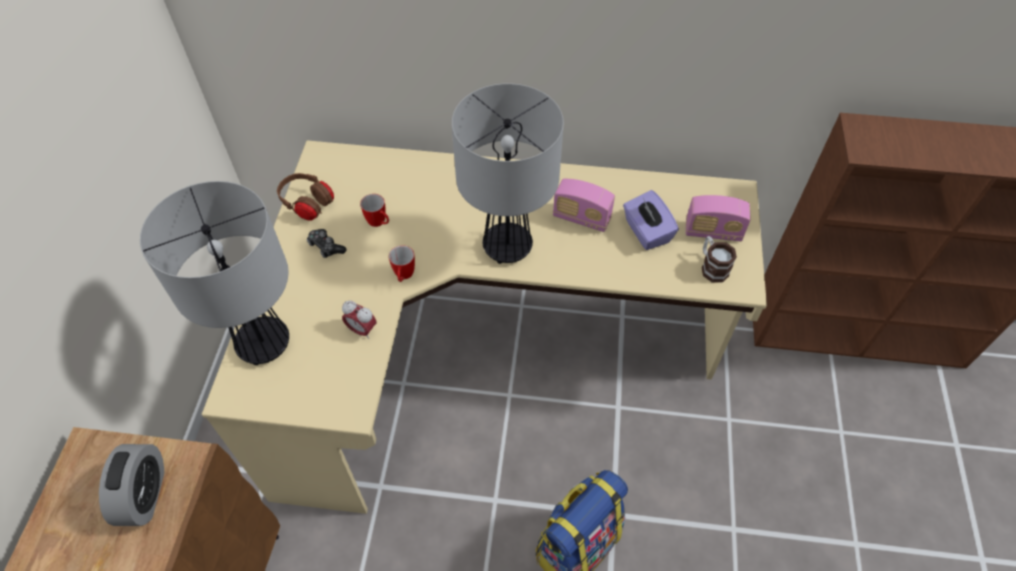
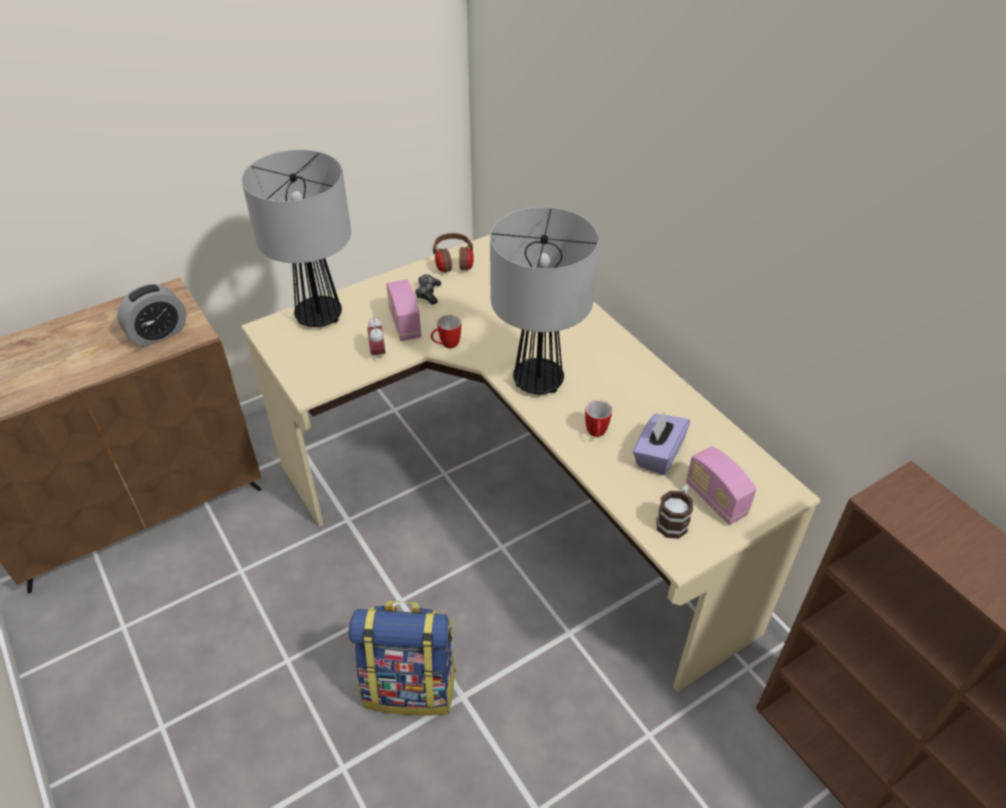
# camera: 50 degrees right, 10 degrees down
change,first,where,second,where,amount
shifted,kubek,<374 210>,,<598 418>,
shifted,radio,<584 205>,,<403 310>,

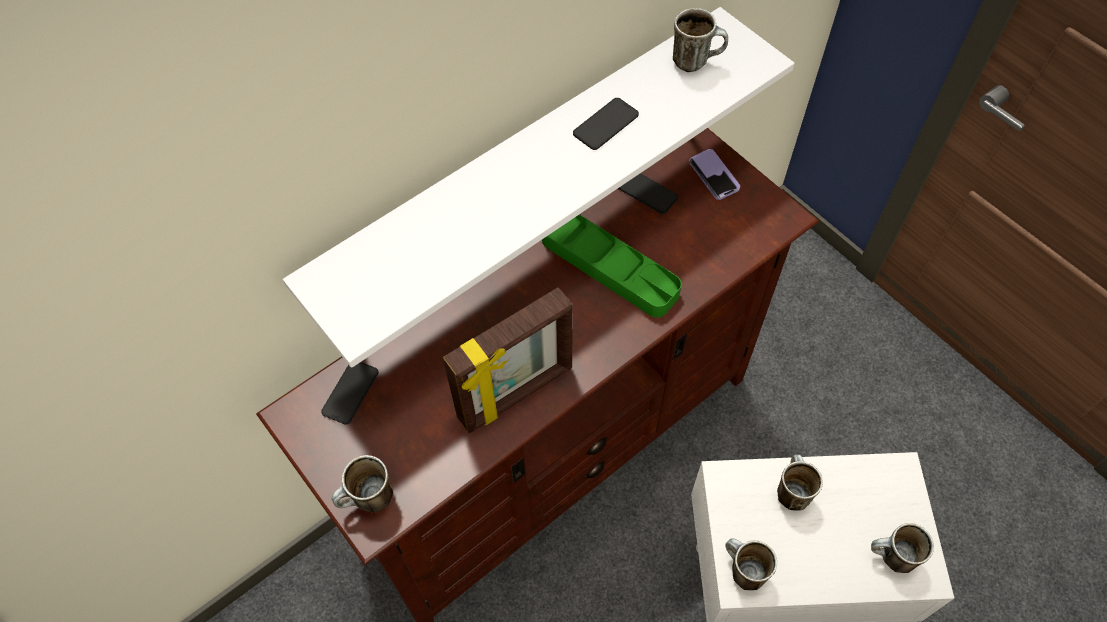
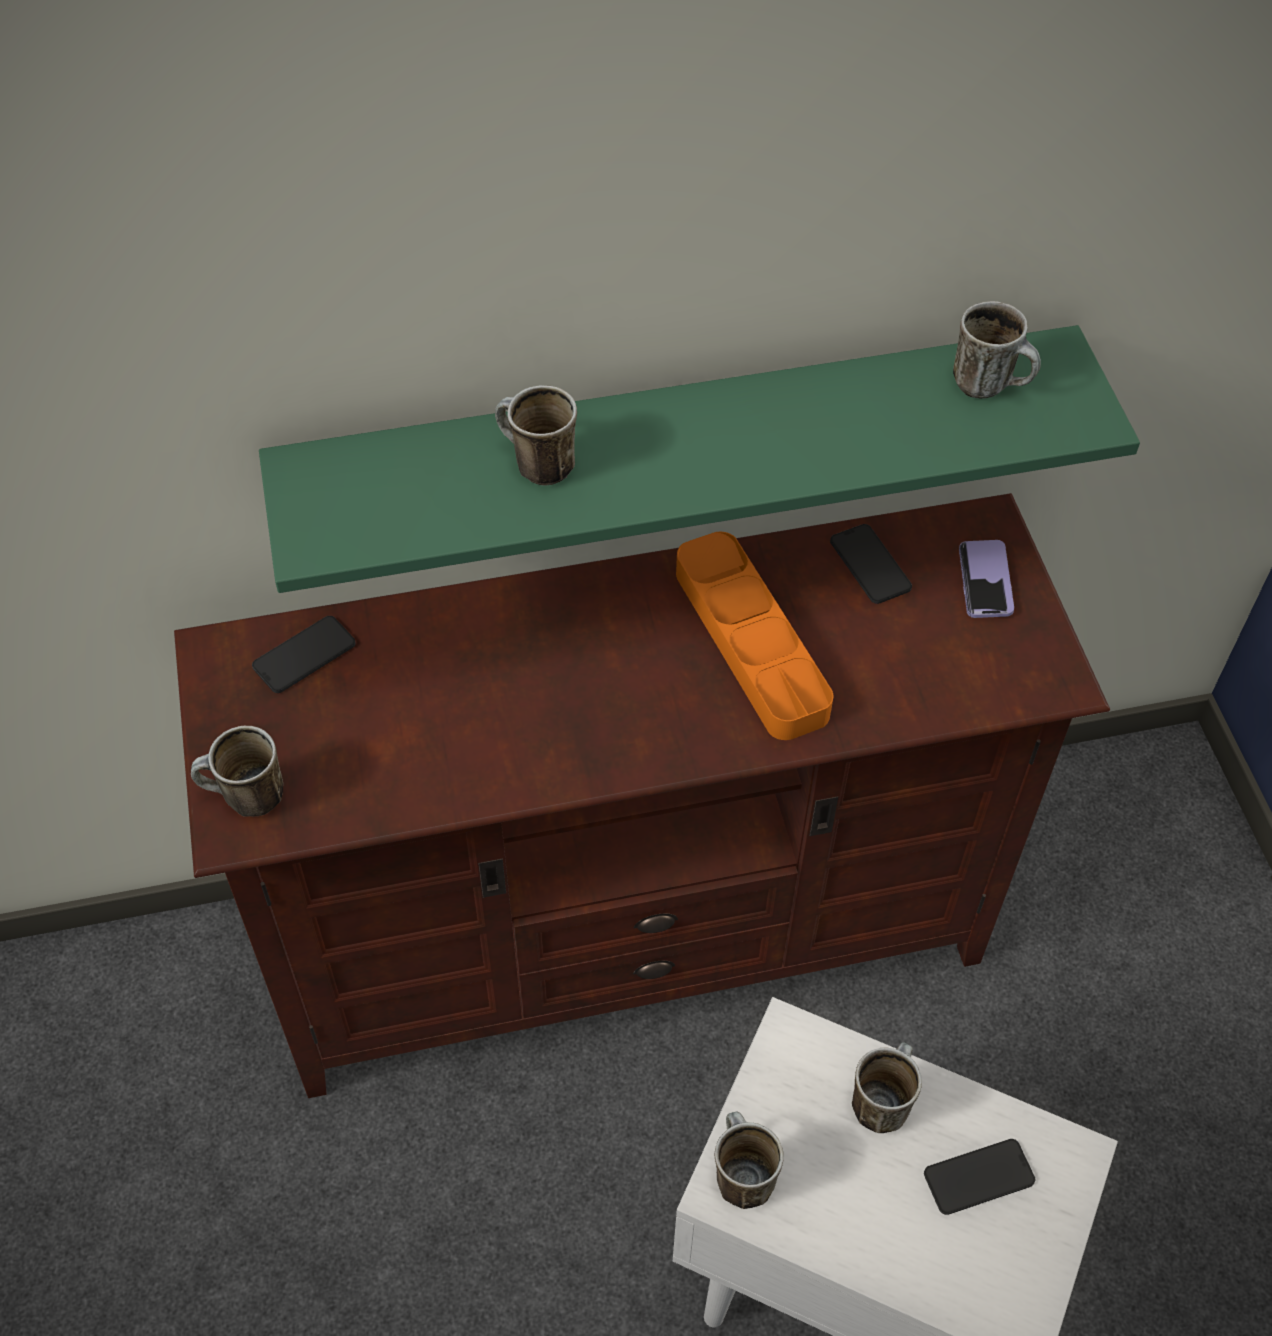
# camera: 25 degrees right, 5 degrees down
change,first,where,second,where,amount
repainted,półka/biały,<539 187>,półka/zielony,<699 459>,
gone,ramka na zdjęcie,<508 360>,,,
repainted,taca/zielony,<611 265>,taca/pomarańczowy,<754 636>,
shifted,telefon,<606 124>,,<979 1177>,
shifted,kubek,<902 548>,,<536 435>,

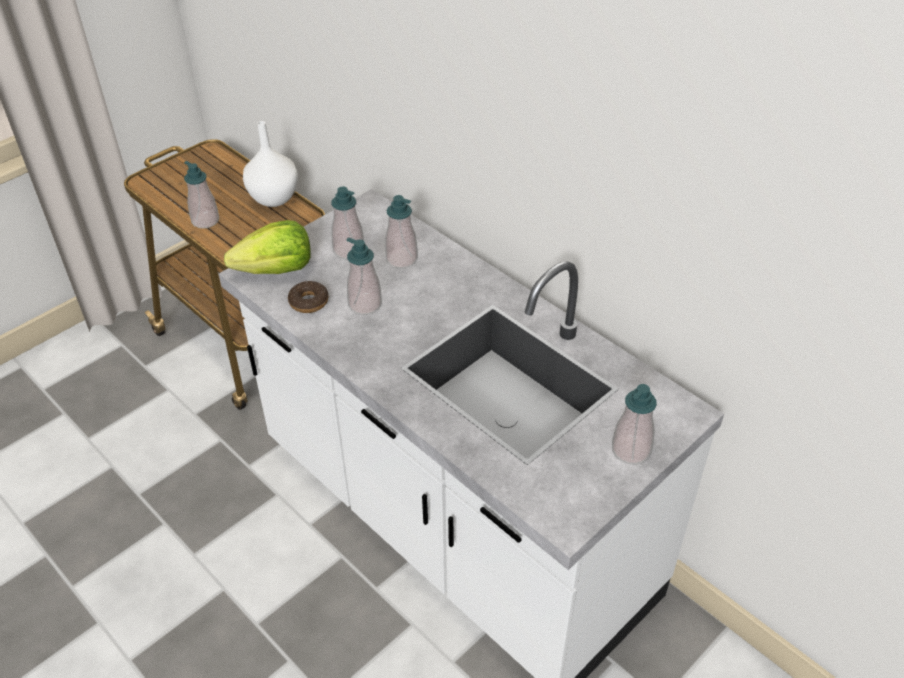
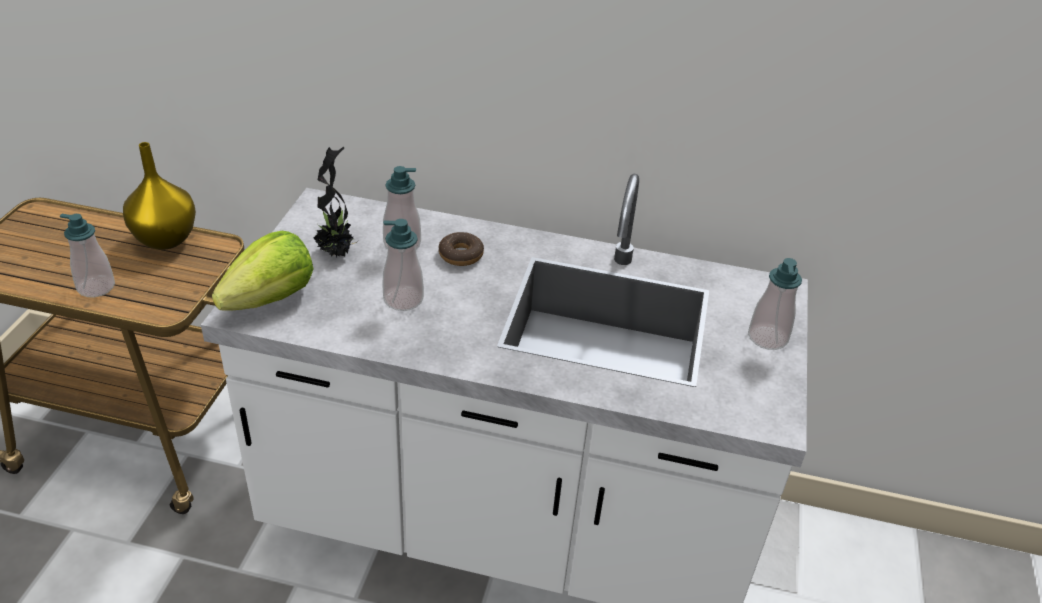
# camera: 35 degrees left, 5 degrees down
change,first,where,second,where,amount
repainted,wazon/biały,<270 164>,wazon/żółty,<159 196>,
shifted,donut,<308 297>,,<461 249>,
swapped,dozownik mydła,<347 223>,roślina doniczkowa,<335 202>,

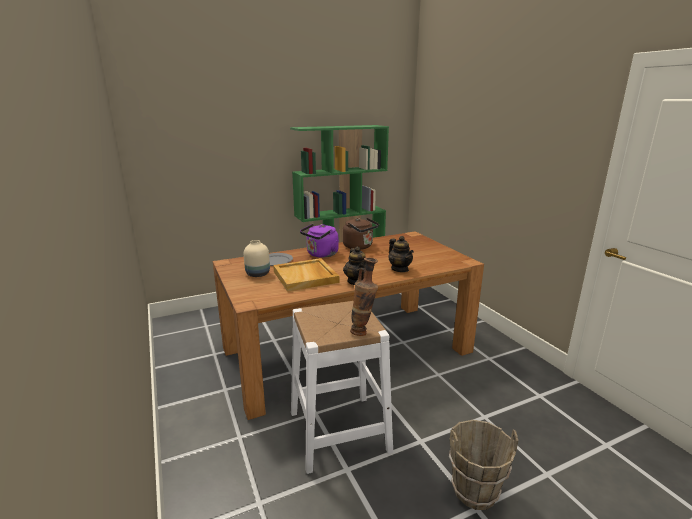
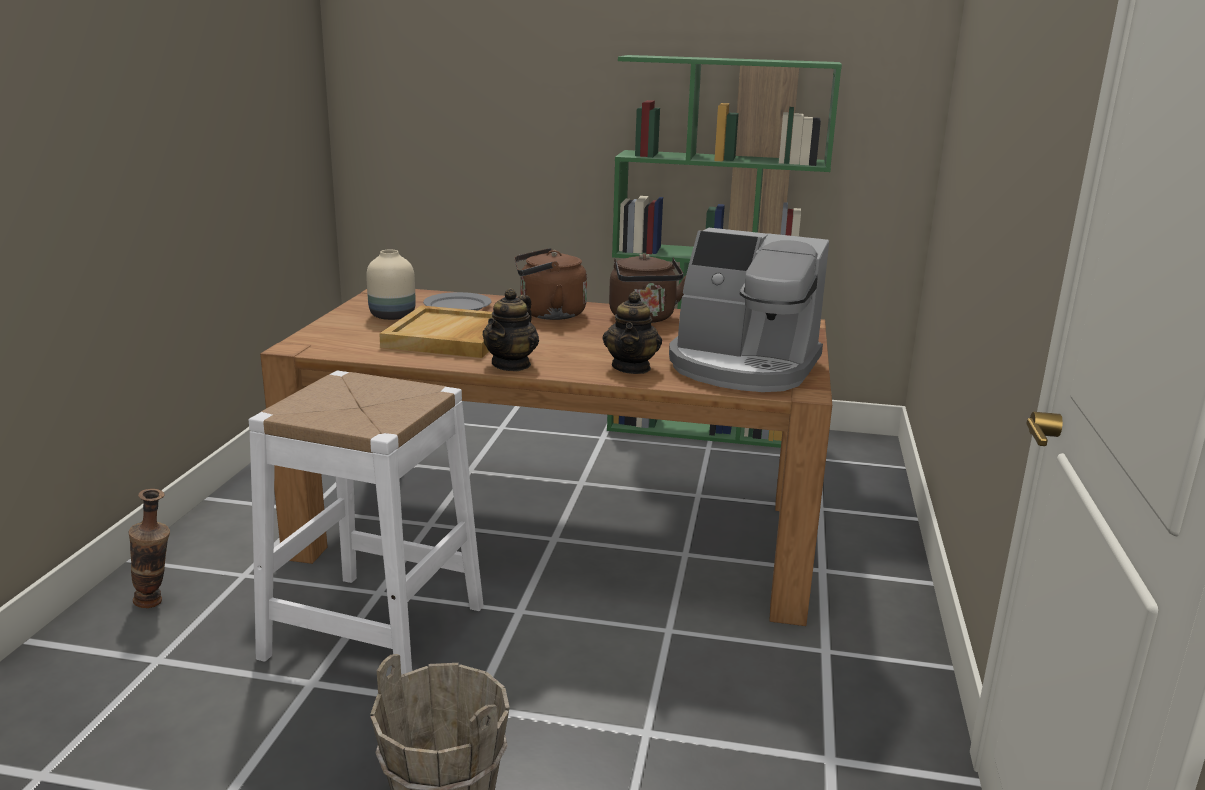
# camera: 35 degrees right, 0 degrees up
change,first,where,second,where,amount
repainted,czajnik/fioletowy,<319 241>,czajnik/brązowy,<550 284>,
shifted,wazon,<364 297>,,<149 548>,
new,,,ekspres do kawy,<749 310>,

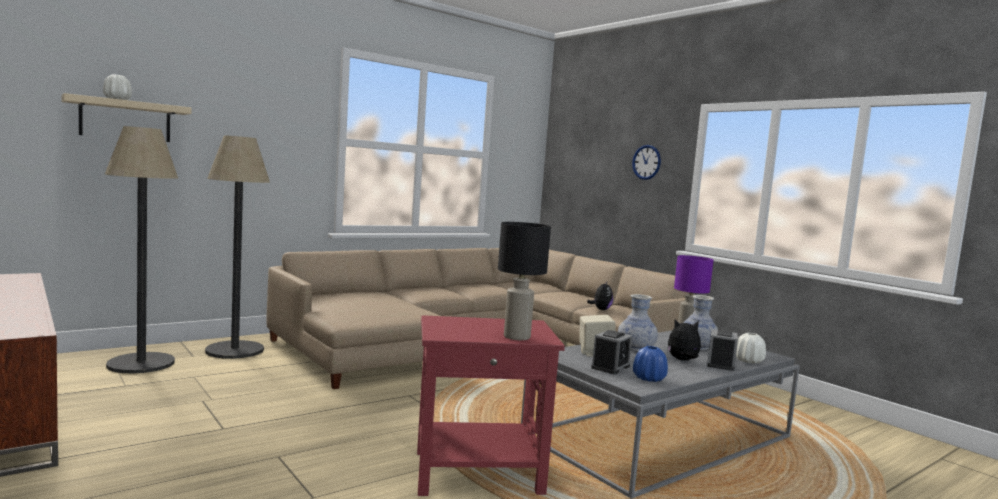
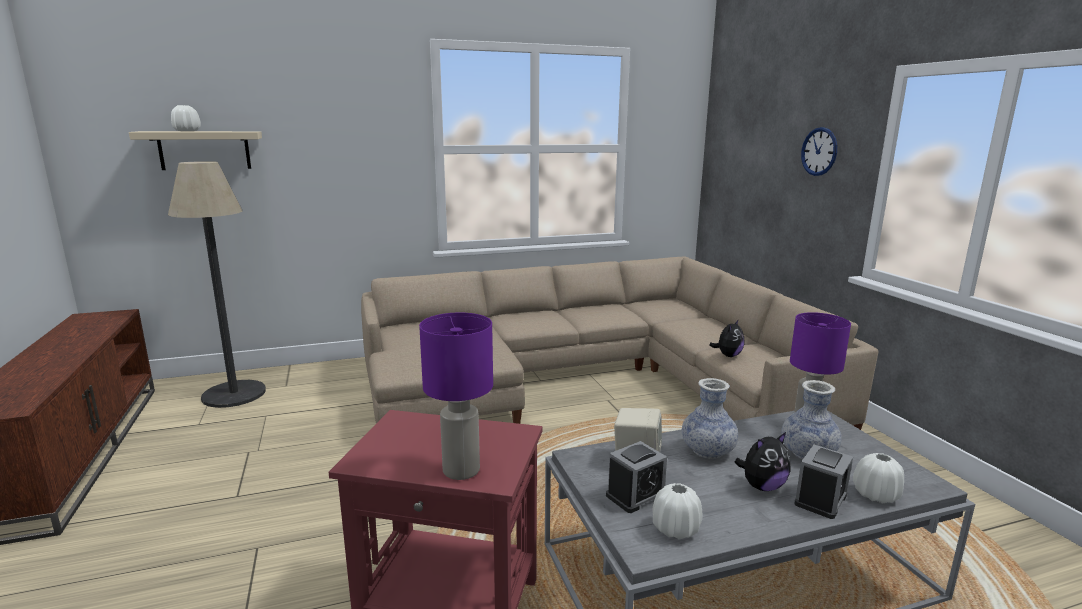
# camera: 20 degrees right, 10 degrees up
change,first,where,second,where,amount
gone,lampa stojąca,<237 247>,,,
repainted,lampa stołowa/czarny,<524 281>,lampa stołowa/fioletowy,<456 396>,
repainted,wazon/niebieski,<650 364>,wazon/biały,<677 511>,
rotated,pluszak,<684 340>,,<763 461>,135 degrees clockwise

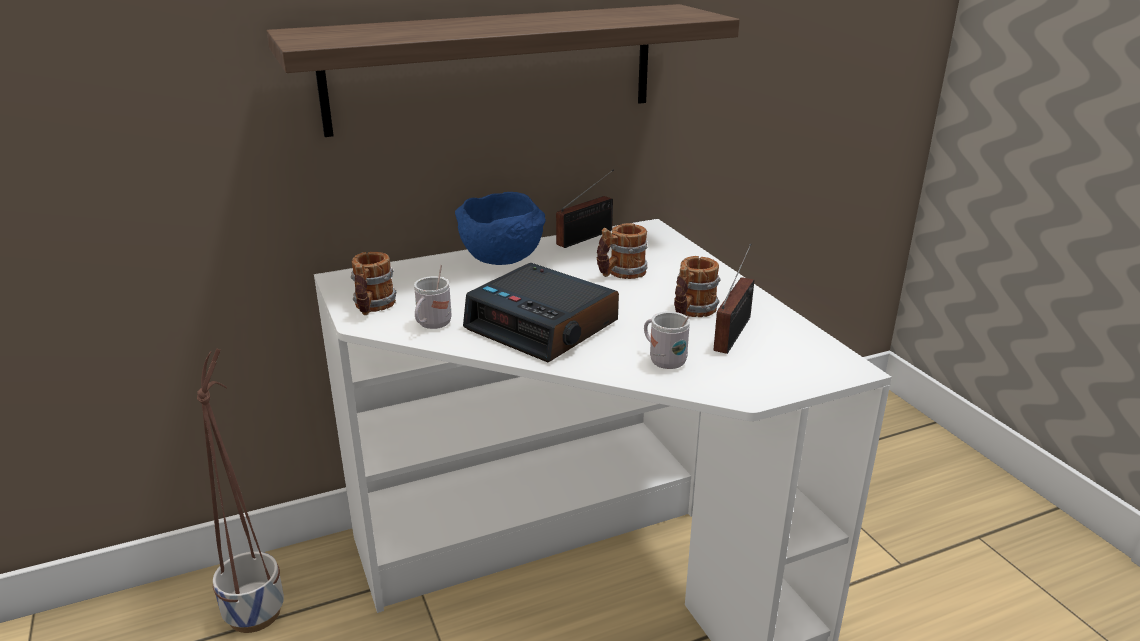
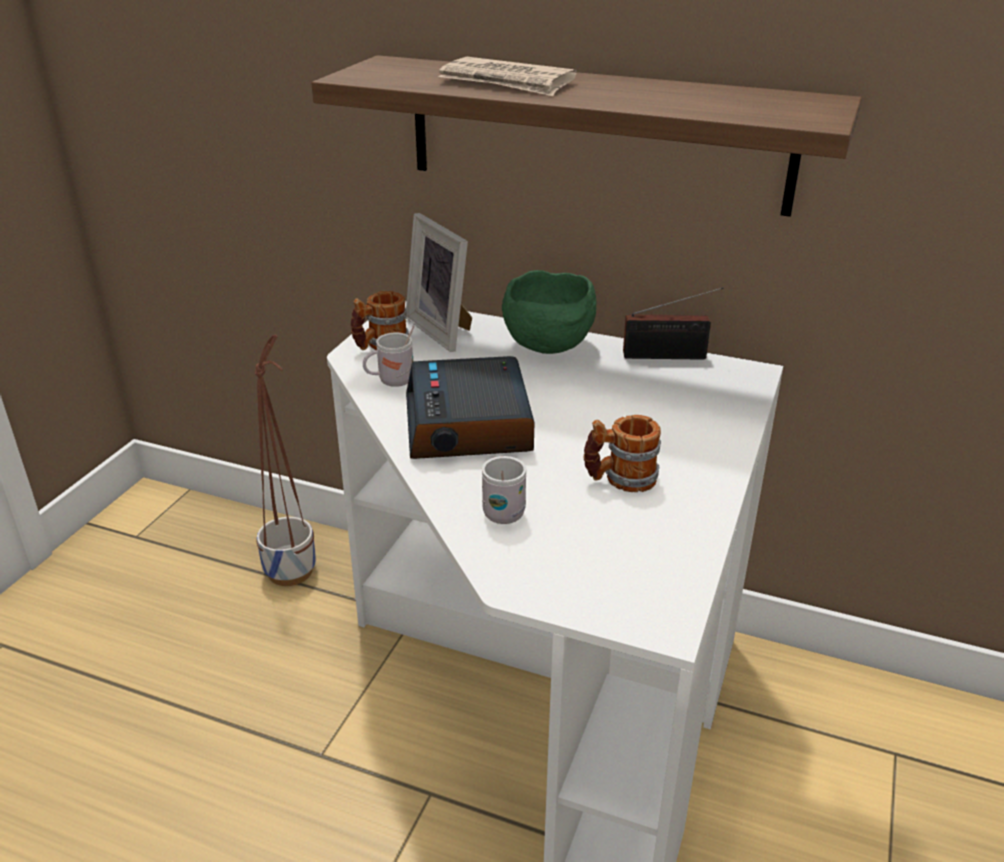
# camera: 45 degrees right, 5 degrees up
change,first,where,second,where,amount
repainted,miska/niebieski,<500 228>,miska/zielony,<549 312>,
gone,kubek,<622 251>,,,
gone,radio,<734 298>,,,
new,,,ramka na zdjęcie,<439 282>,
new,,,gazeta,<508 76>,

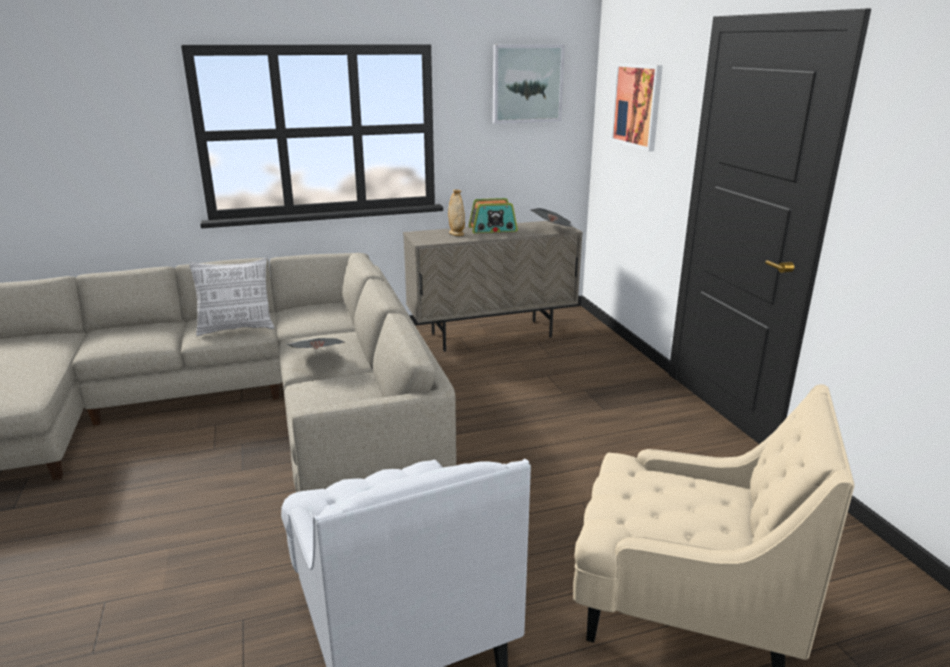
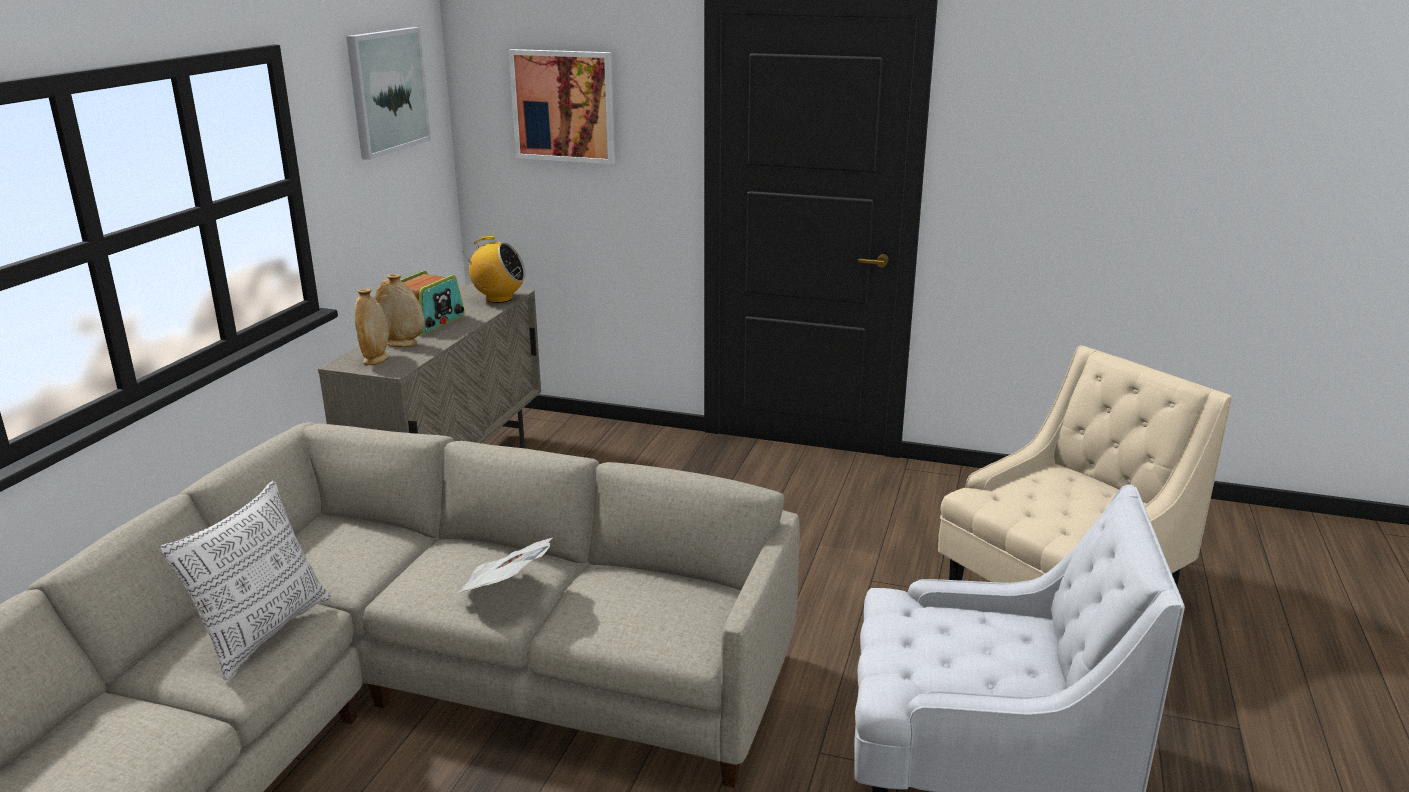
# camera: 55 degrees left, 0 degrees up
change,first,where,second,where,amount
swapped,gazeta,<551 217>,radio,<494 269>,
new,,,wazon/beżowy,<371 326>,

